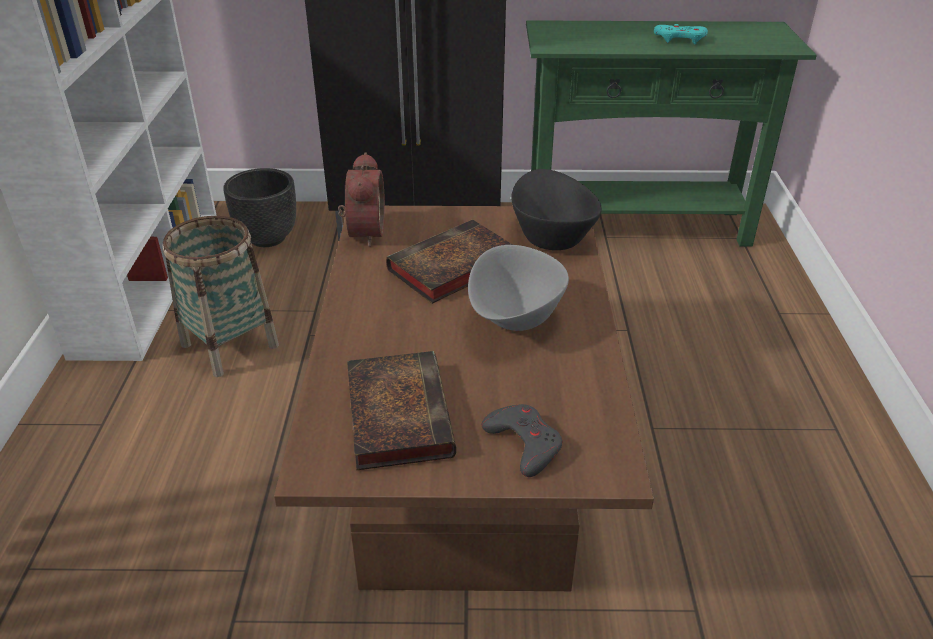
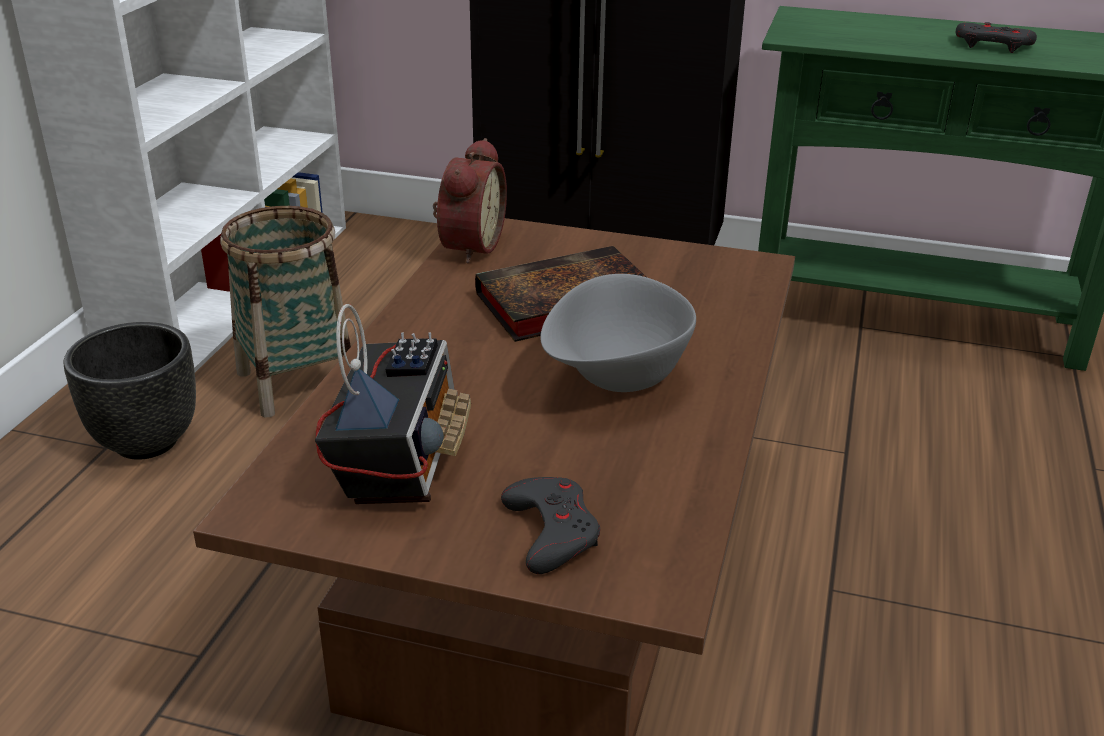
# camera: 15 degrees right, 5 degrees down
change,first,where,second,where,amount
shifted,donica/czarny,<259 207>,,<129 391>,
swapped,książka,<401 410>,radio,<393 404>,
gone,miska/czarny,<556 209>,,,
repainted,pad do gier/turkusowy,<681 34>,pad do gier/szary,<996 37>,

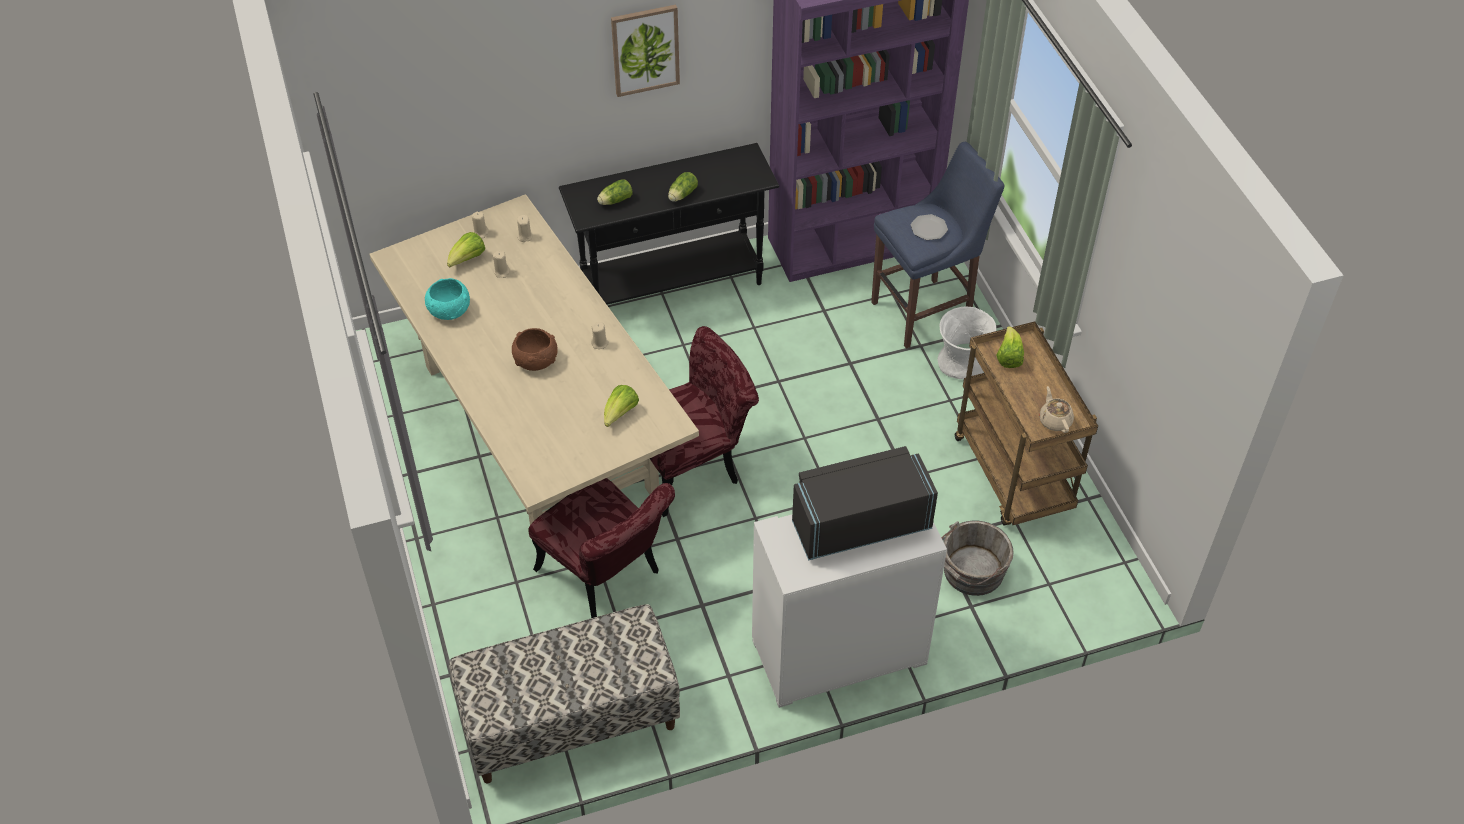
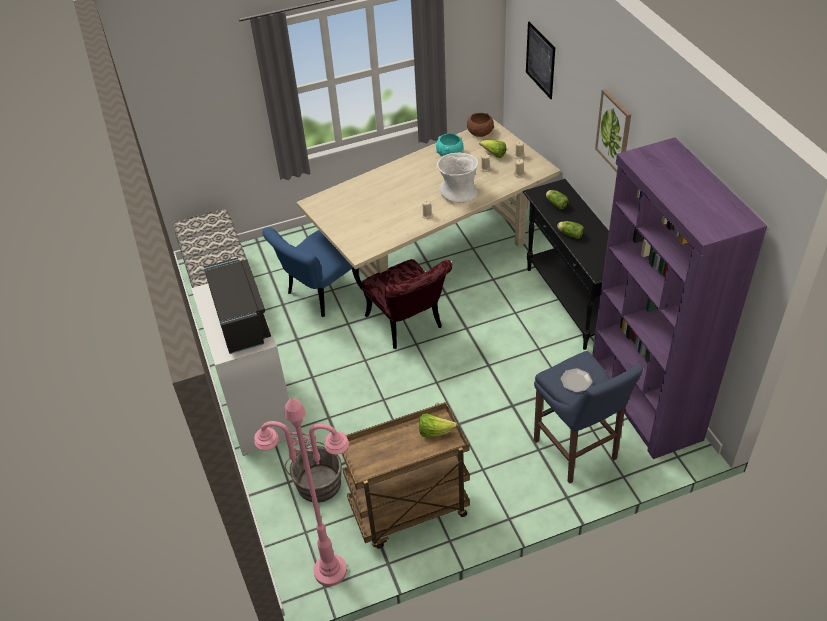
# camera: 90 degrees right, 5 degrees down
change,first,where,second,where,amount
shifted,miska/brązowy,<535 349>,,<480 125>,
repainted,krzesło/czerwony,<601 548>,krzesło/niebieski,<312 272>,
gone,sałata,<621 406>,,,
shifted,wazon/biały,<967 343>,,<457 177>,
gone,imbryk/beżowy,<1056 409>,,,
new,,,lampa stojąca/różowy,<301 491>,
new,,,obraz,<540 60>,

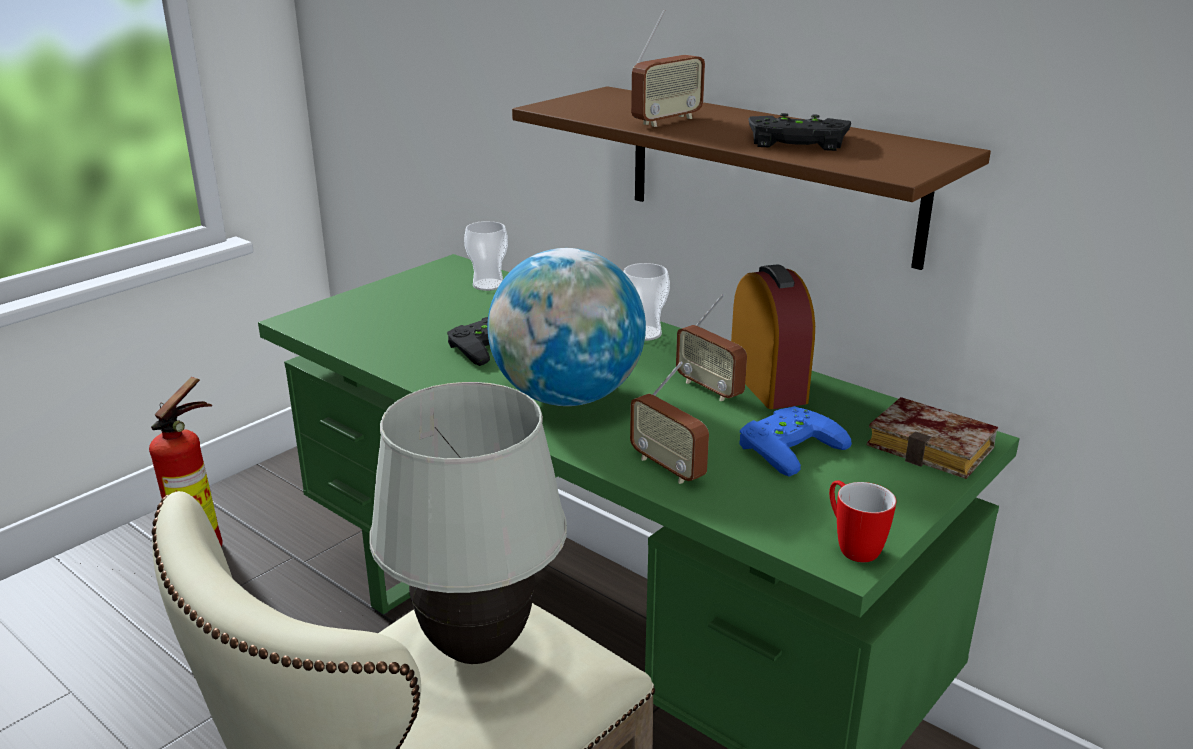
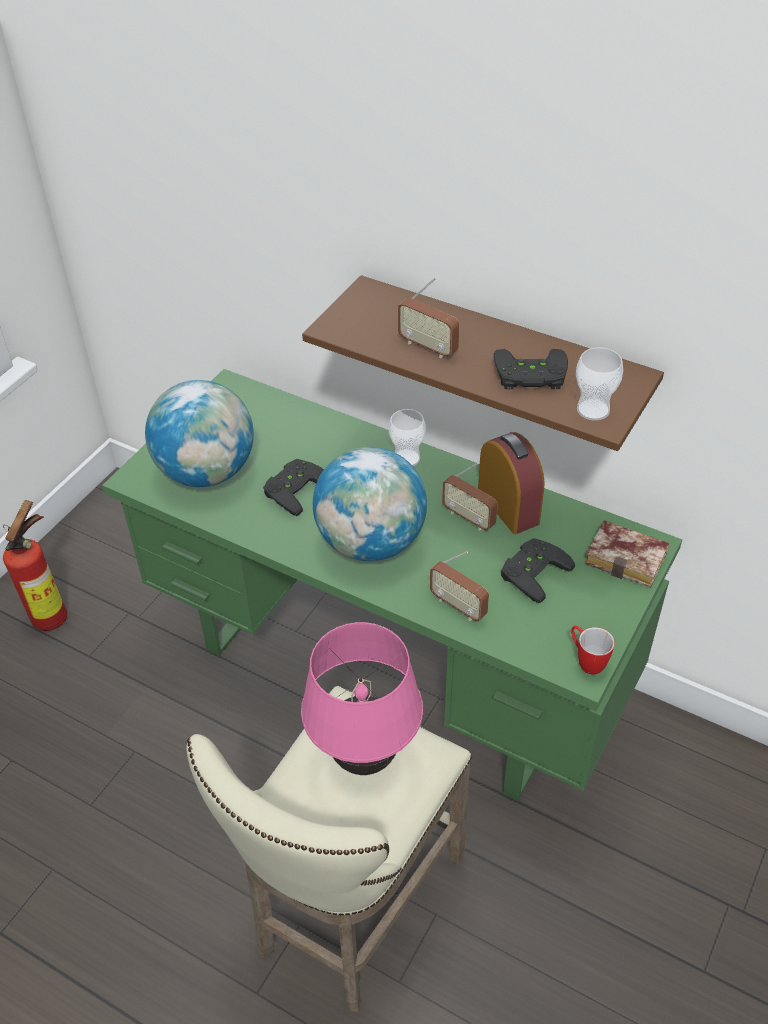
# camera: 10 degrees left, 20 degrees up
change,first,where,second,where,amount
repainted,lampa stołowa/biały,<468 523>,lampa stołowa/różowy,<362 698>,
shifted,filiżanka,<486 256>,,<599 384>,
rotated,radio,<668 68>,,<428 317>,90 degrees clockwise
repainted,pad do gier/niebieski,<795 441>,pad do gier/czarny,<538 570>,
new,,,globus,<199 433>,

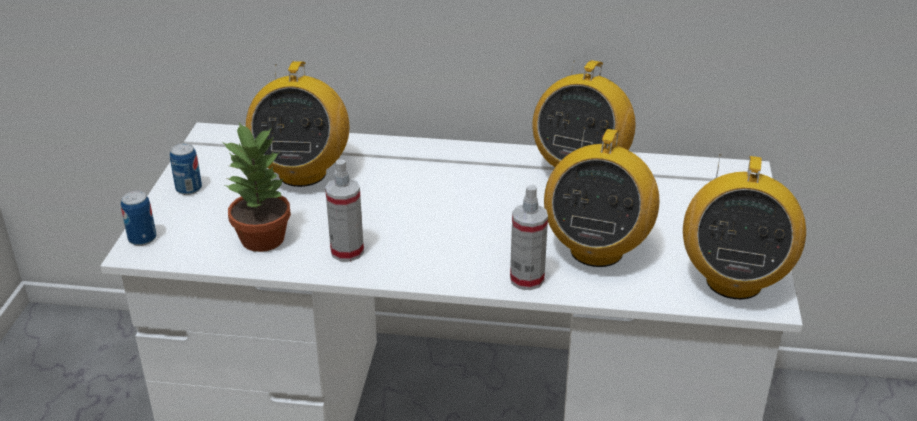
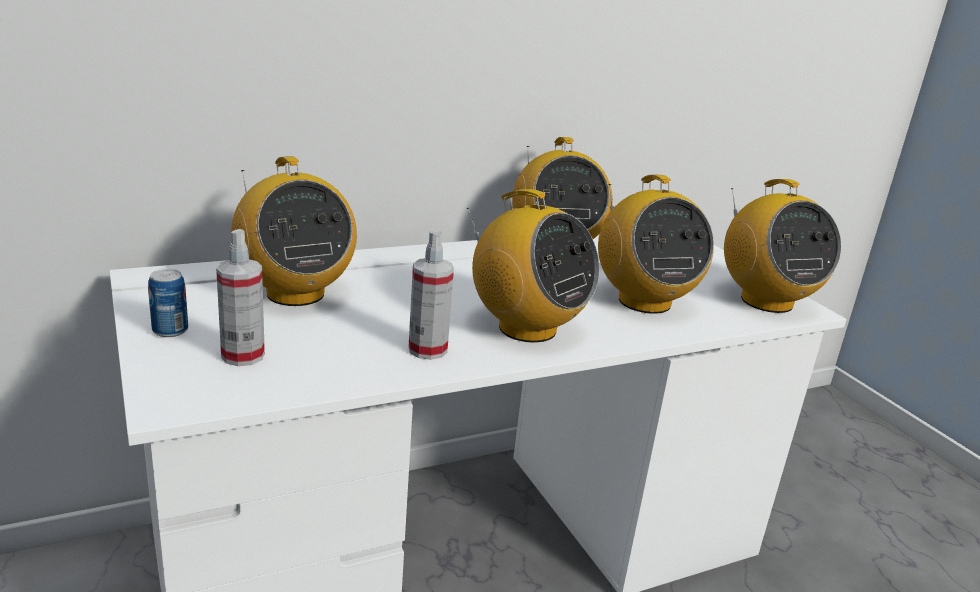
# camera: 35 degrees left, 10 degrees down
change,first,where,second,where,amount
gone,puszka,<139 218>,,,
gone,roślina doniczkowa,<257 187>,,,
shifted,spryskiwacz,<529 237>,,<240 297>,
new,,,radio,<533 265>,

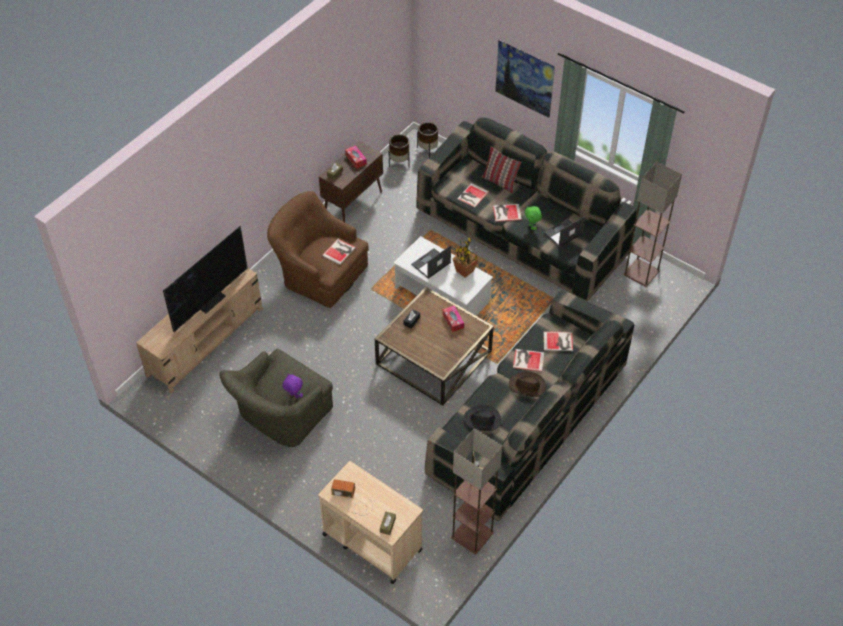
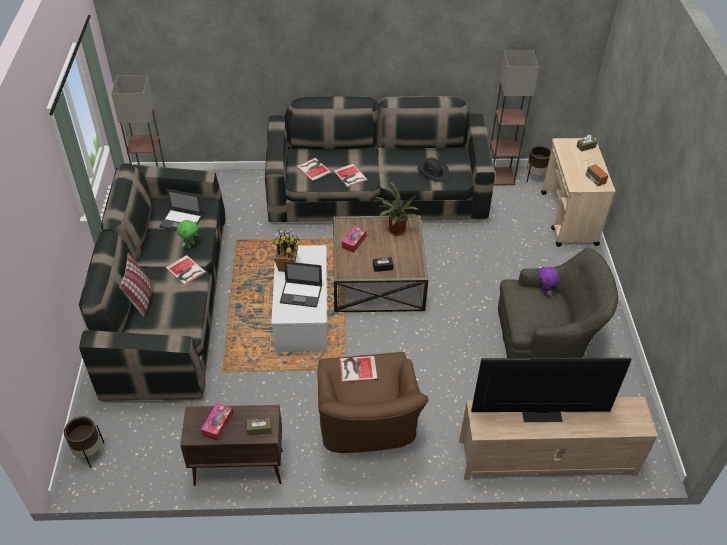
# camera: 130 degrees left, 5 degrees down
change,first,where,second,where,amount
shifted,donica/brązowy,<399 150>,,<539 164>,
gone,książka,<473 195>,,,
gone,obraz,<525 79>,,,
gone,kapelusz/brązowy,<527 384>,,,
new,,,roślina doniczkowa,<397 209>,

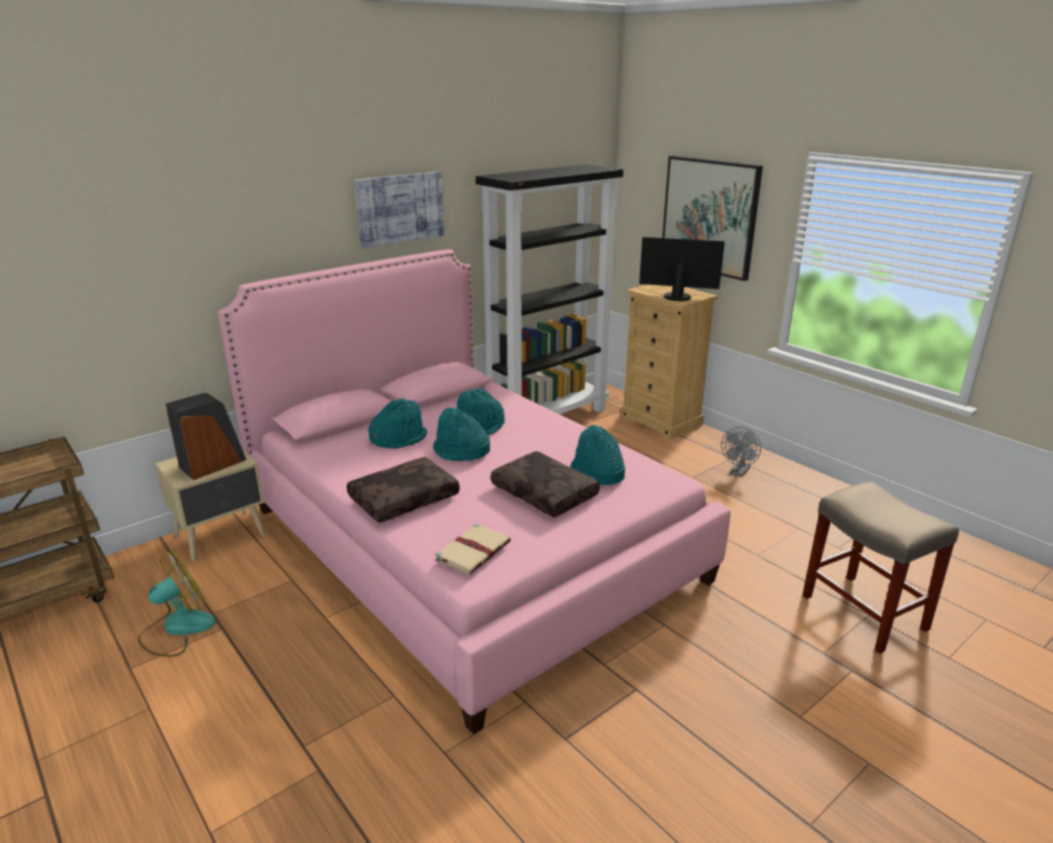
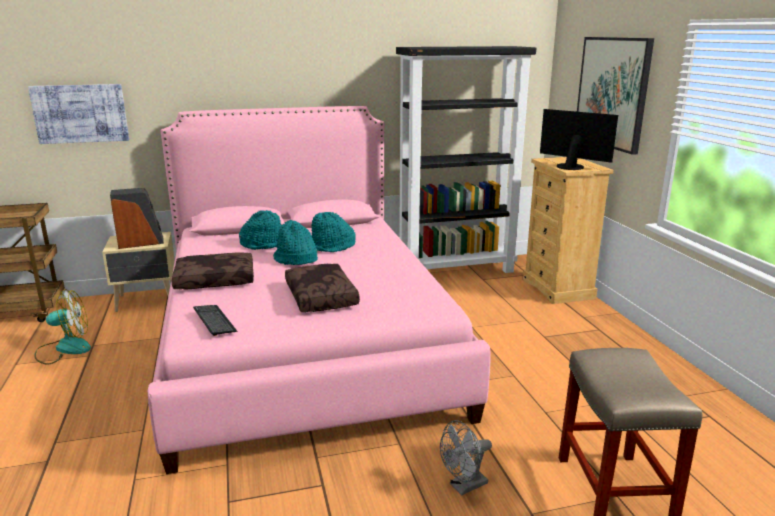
# camera: 25 degrees right, 5 degrees down
change,first,where,second,where,amount
shifted,obraz,<399 210>,,<78 114>,
swapped,książka/beżowy,<473 549>,klawiatura,<215 320>,
gone,kapelusz/turkusowy,<597 455>,,,
shifted,wentylator/szary,<741 452>,,<466 457>,

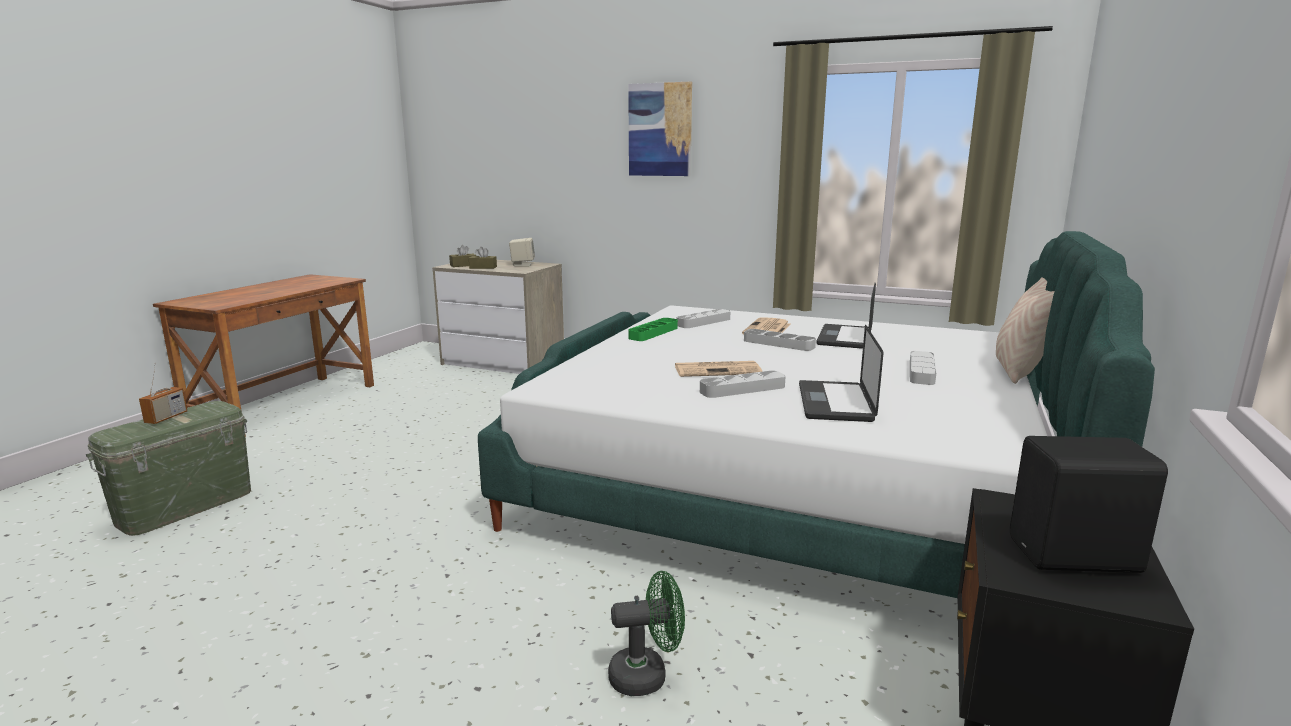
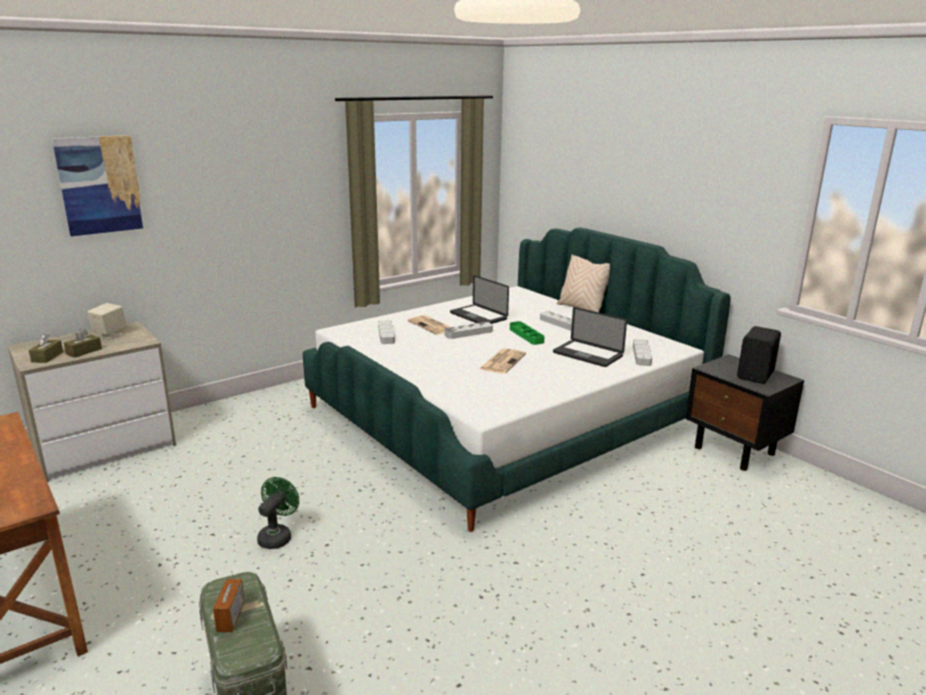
# camera: 60 degrees left, 5 degrees up
change,first,where,second,where,amount
rotated,radio,<163 393>,,<229 601>,135 degrees counterclockwise
shifted,wentylator/zielony,<646 633>,,<278 513>,
shifted,obraz,<660 128>,,<98 185>,
shifted,taca/zielony,<653 329>,,<527 333>,
shifted,taca/szary,<742 384>,,<642 352>,

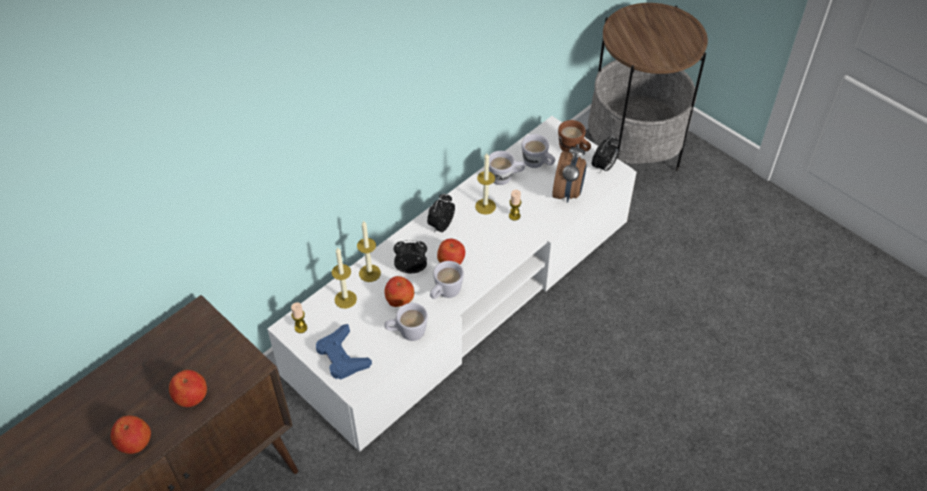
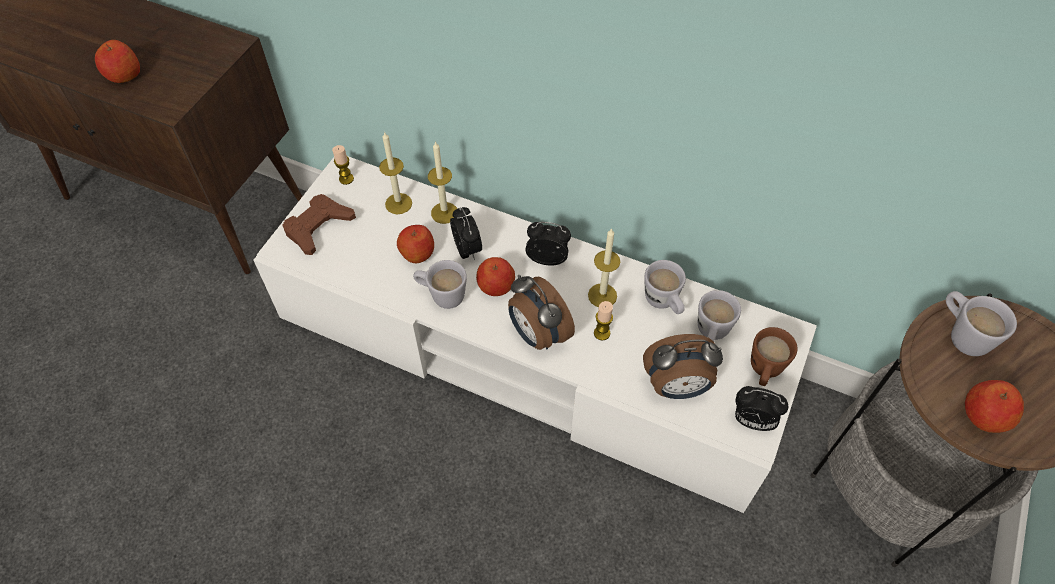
# camera: 70 degrees right, 5 degrees up
change,first,where,second,where,amount
shifted,jabłko,<131 435>,,<994 406>,
repainted,pad do gier/niebieski,<344 351>,pad do gier/brązowy,<319 224>,
shifted,kubek/biały,<406 322>,,<981 323>,
new,,,budzik,<541 312>,

